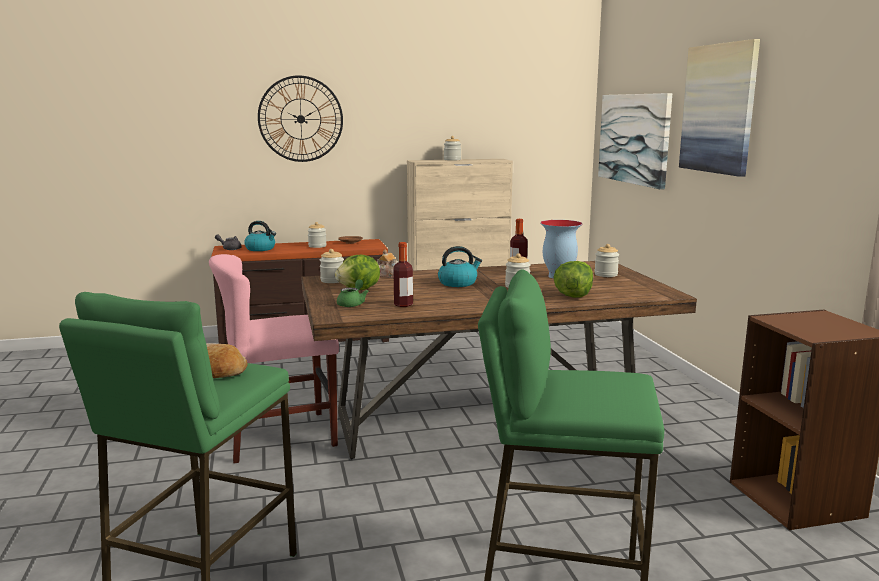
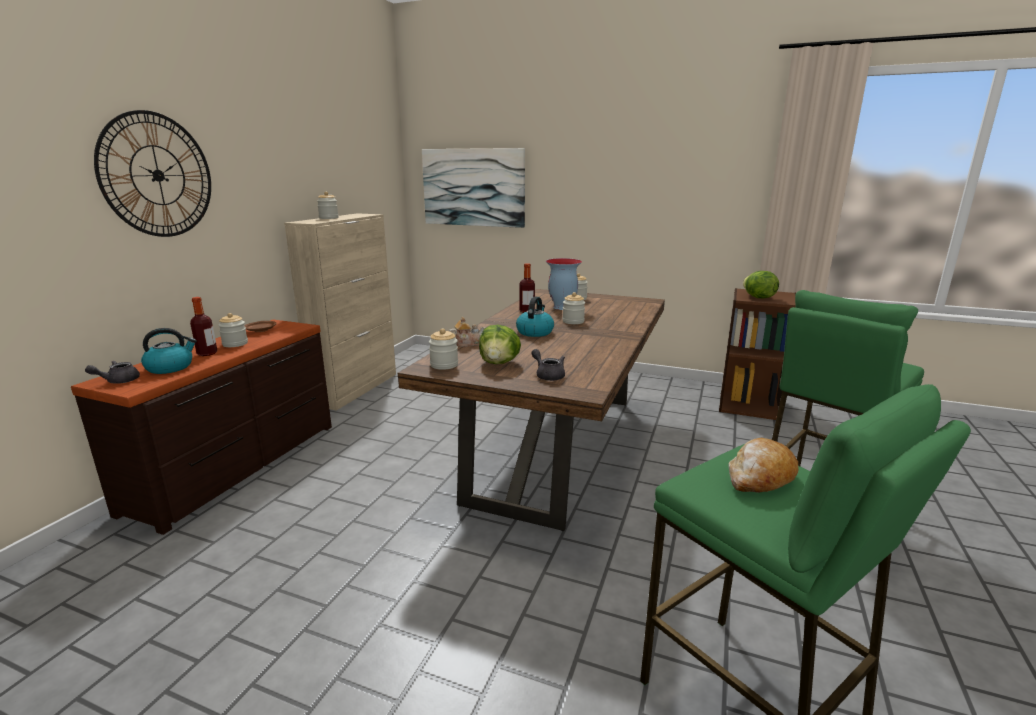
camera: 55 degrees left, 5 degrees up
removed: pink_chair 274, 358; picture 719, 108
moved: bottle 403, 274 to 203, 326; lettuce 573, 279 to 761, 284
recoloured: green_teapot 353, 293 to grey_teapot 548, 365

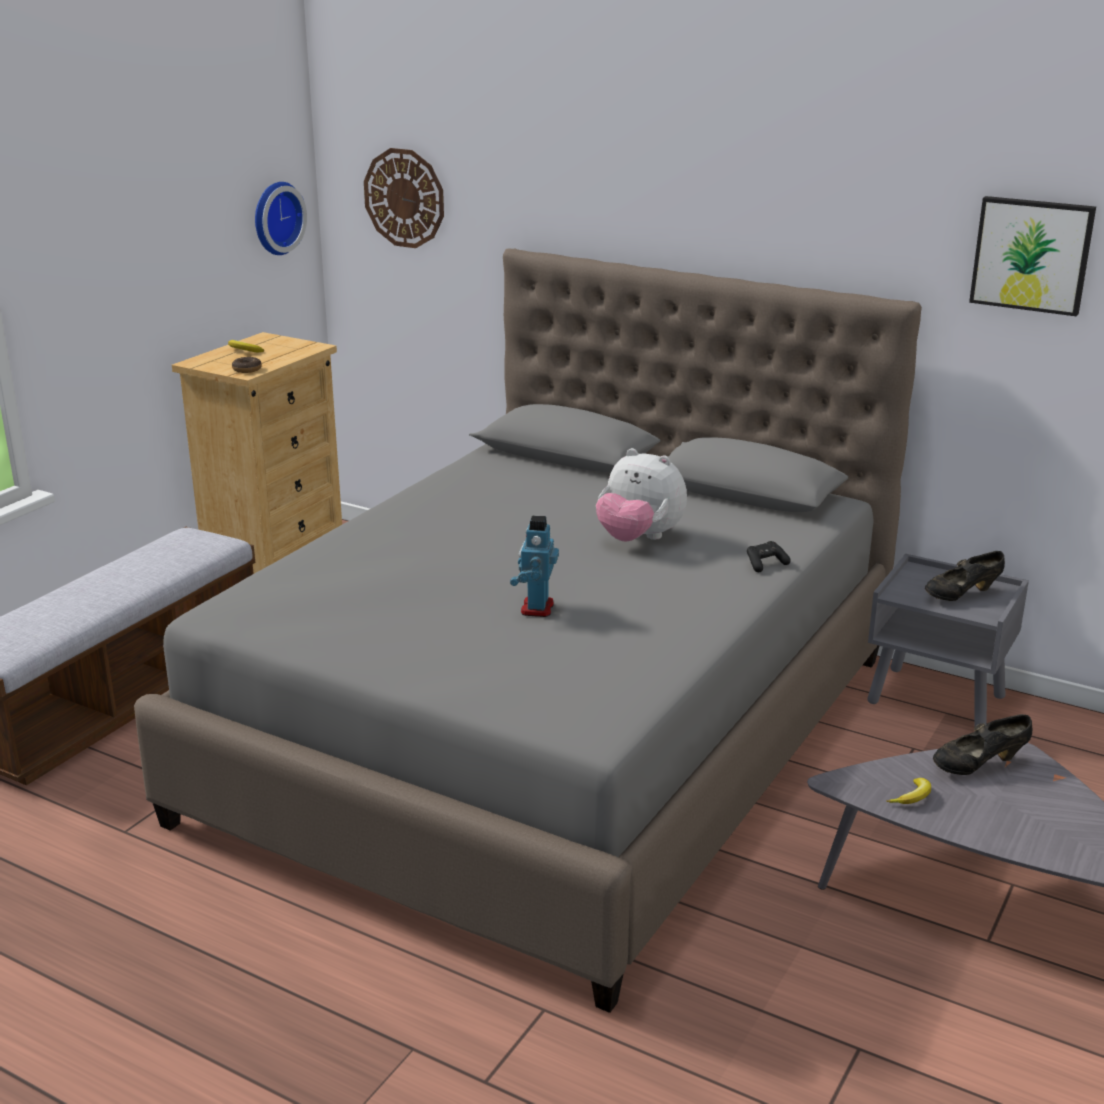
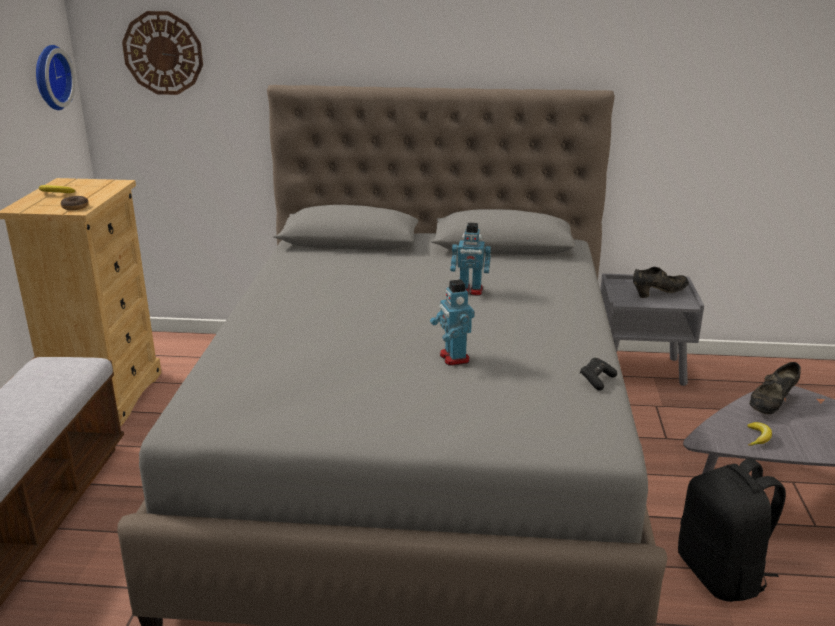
camera: 25 degrees left, 0 degrees up
removed: picture 1032, 256
added: black_backpack 732, 530
moved: black_game_controller 769, 556 to 598, 374
replaced: plush_toy 641, 495 to toy_robot 470, 259
turned: black_shoe 965, 576 = 661, 282 150 degrees counterclockwise

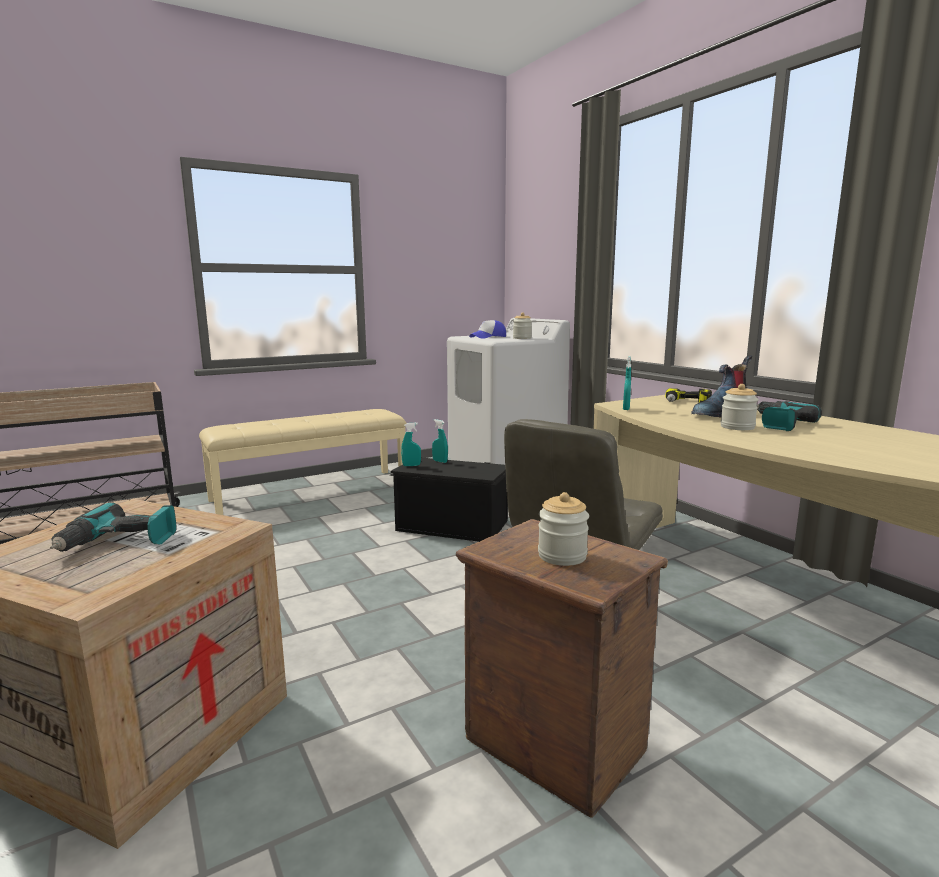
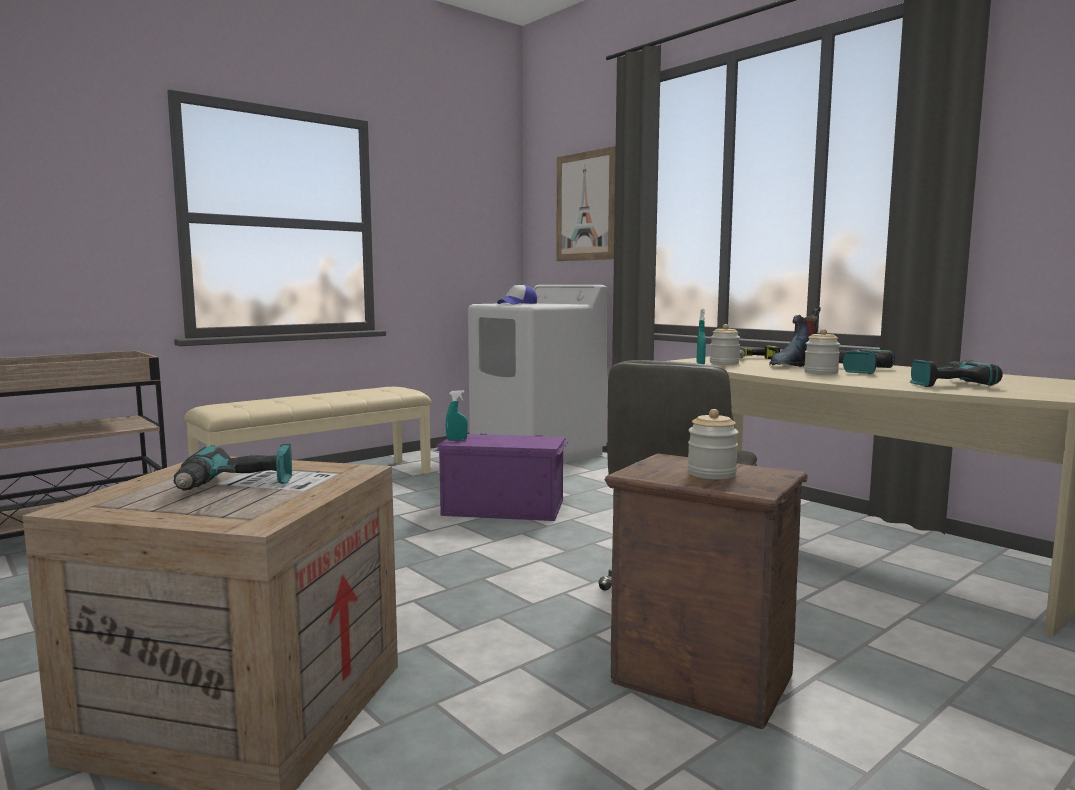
camera: 10 degrees left, 5 degrees down
removed: turquoise_spray_bottle 440, 441
added: picture 586, 203; power_drill 956, 373
moved: jar 522, 325 to 725, 344
recoloured: black_storage_box 449, 500 to purple_storage_box 501, 477

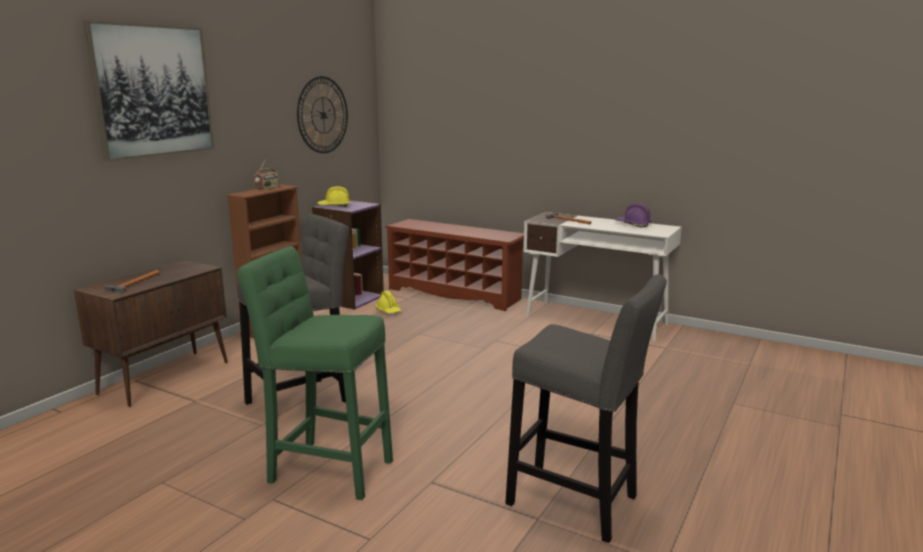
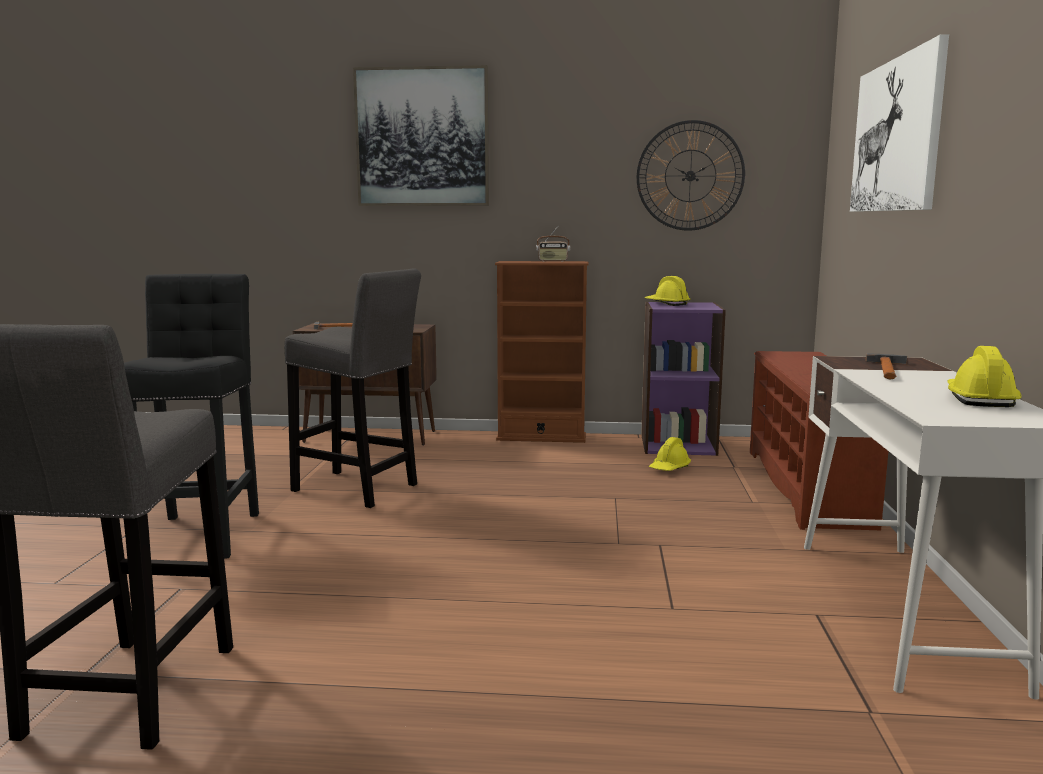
camera: 65 degrees right, 5 degrees down
added: picture 899, 123
recoloured: green_stool 315, 373 to black_stool 191, 416; purple_hard_hat 633, 215 to yellow_hard_hat 984, 376

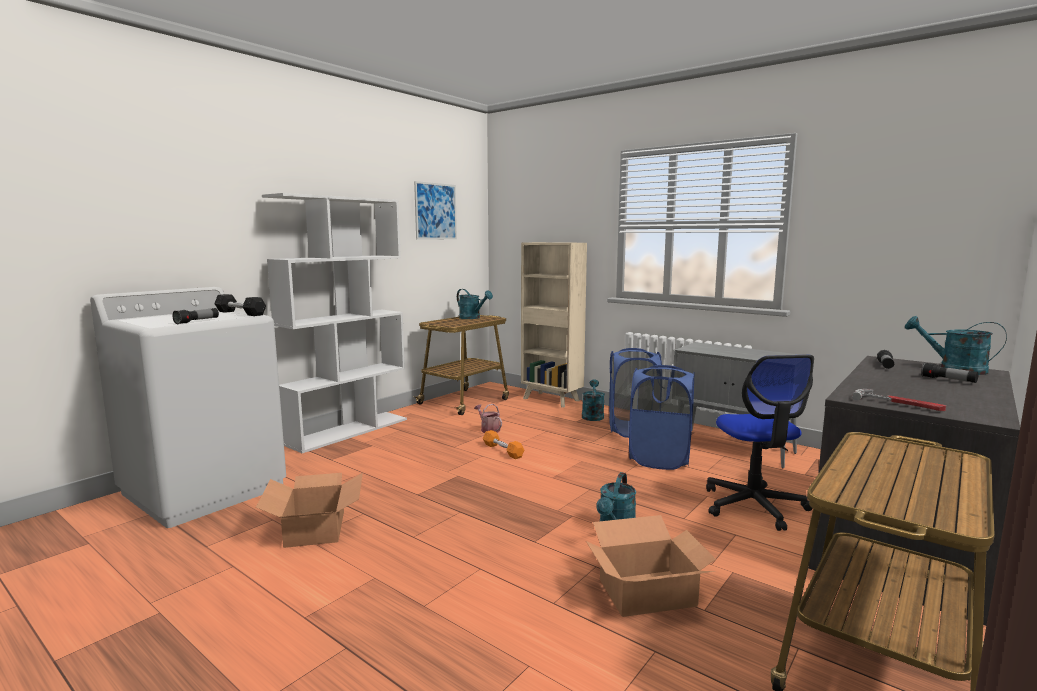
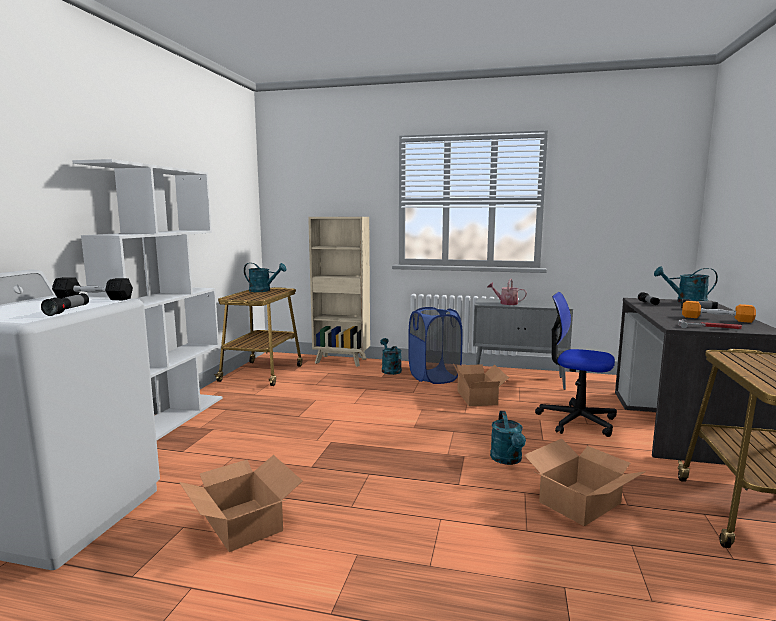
camera: 25 degrees left, 0 degrees up
removed: picture 435, 210
moved: watering_can 488, 418 to 507, 292; orange_dumbbell 503, 444 to 719, 312
replaced: blue_laundry_basket 661, 417 to cardboard_box 481, 385
turned: office_chair 760, 443 = 576, 364 150 degrees clockwise

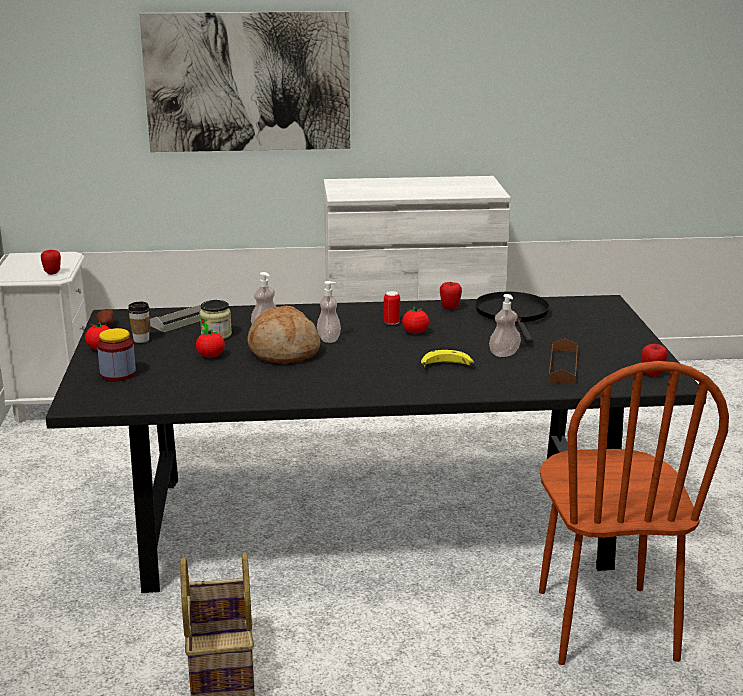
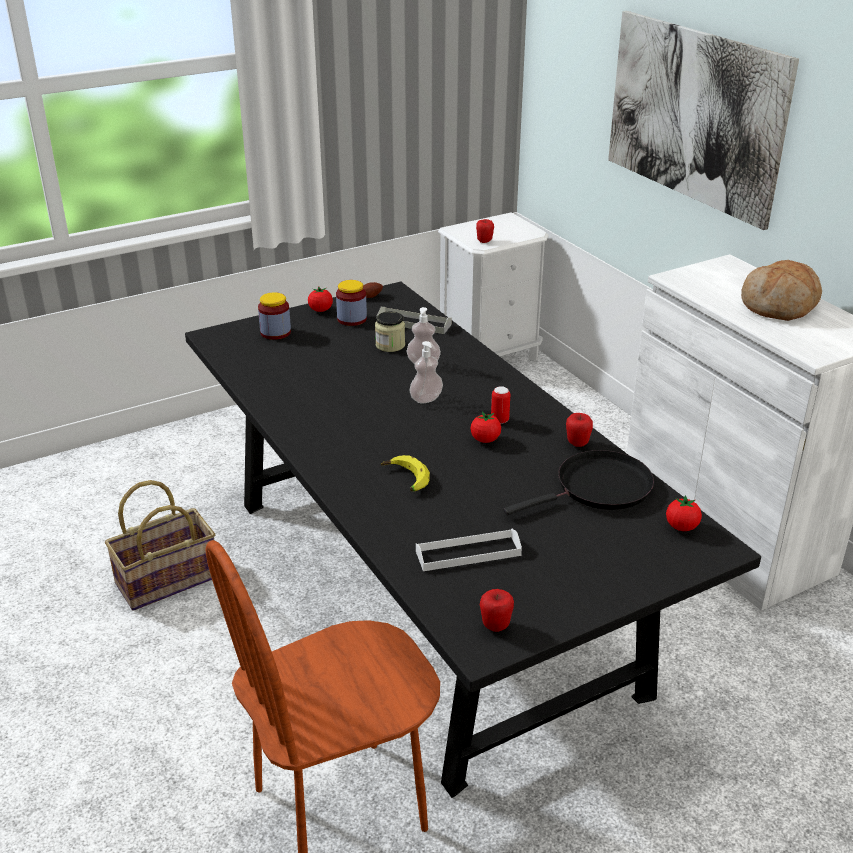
camera: 65 degrees right, 10 degrees up
removed: soap_dispenser 505, 325
moved: tomato 210, 343 to 684, 513; bread 284, 334 to 781, 290
replaced: cup 139, 322 to jar 351, 303
recoloured: brown_tray 563, 361 to white_tray 469, 550

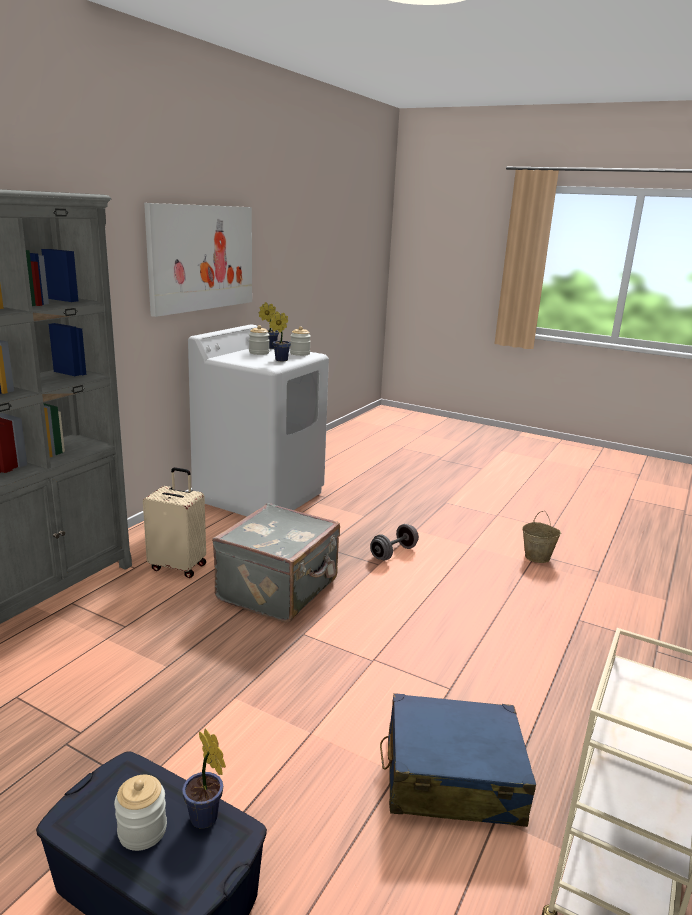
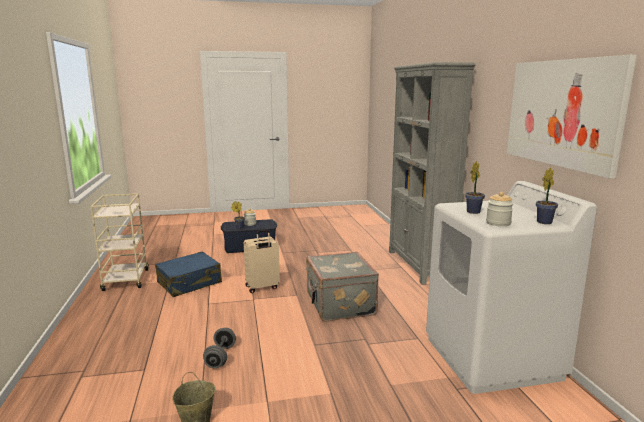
camera: 140 degrees right, 5 degrees down
removed: jar 259, 340
moved: beige_suitcase 174, 522 to 262, 261; grey_dumbbell 394, 542 to 219, 348

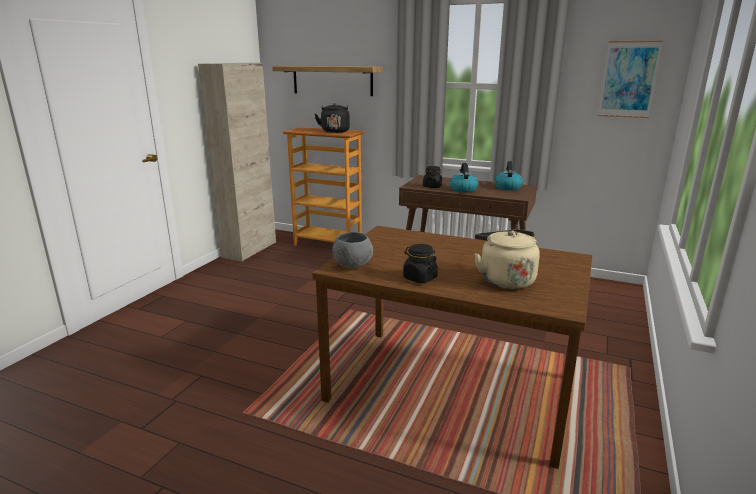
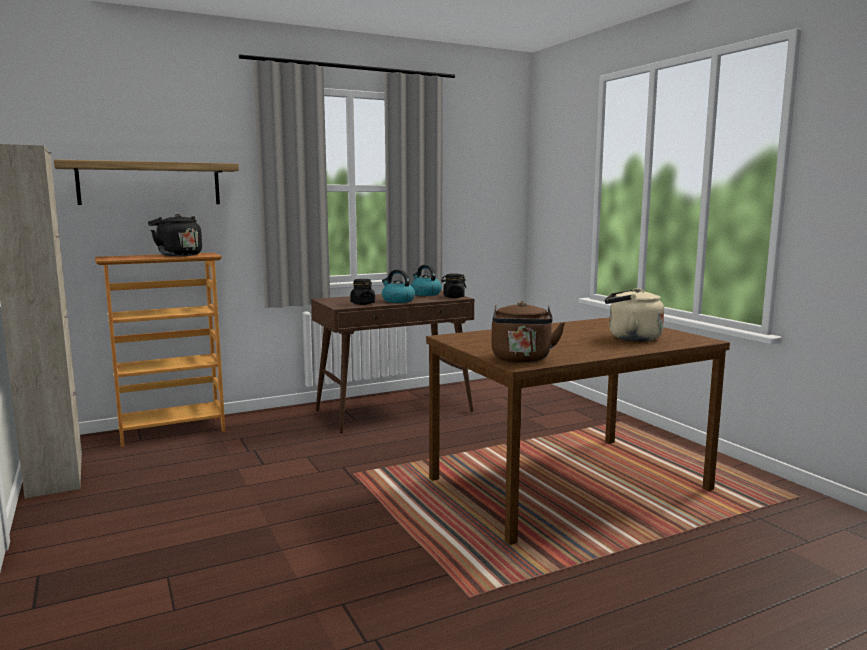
camera: 50 degrees left, 10 degrees down
removed: picture 630, 79
moved: black_jar 420, 263 to 453, 286
replaced: grey_bowl 352, 250 to brown_kettle 528, 332

